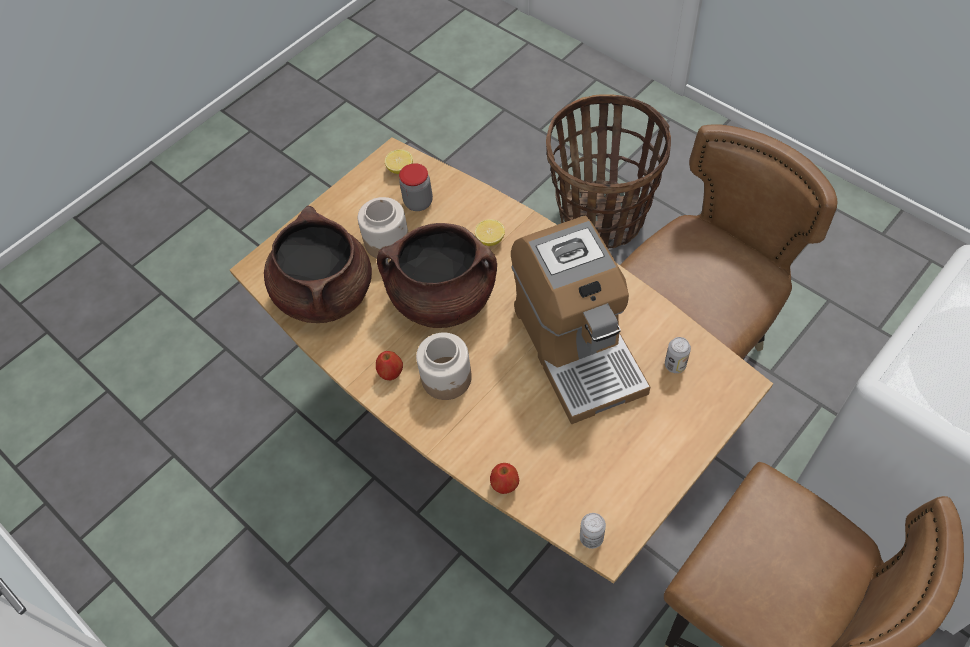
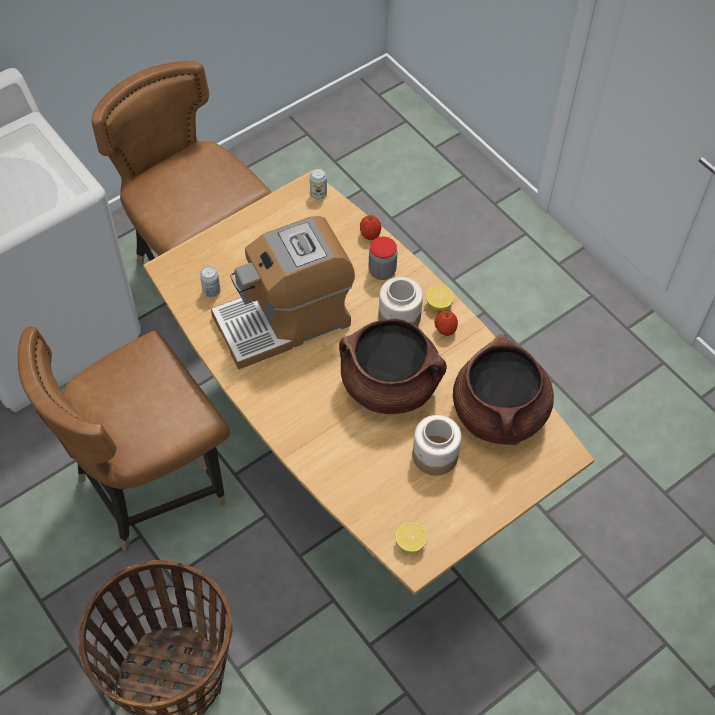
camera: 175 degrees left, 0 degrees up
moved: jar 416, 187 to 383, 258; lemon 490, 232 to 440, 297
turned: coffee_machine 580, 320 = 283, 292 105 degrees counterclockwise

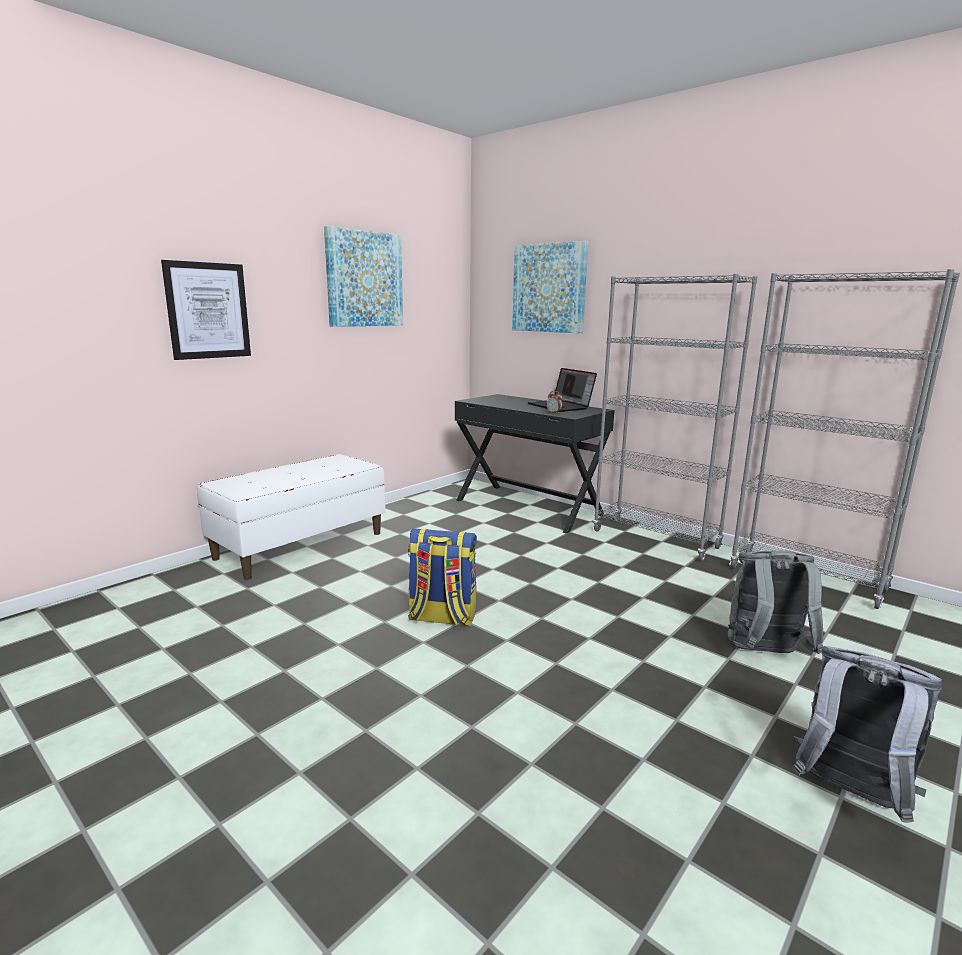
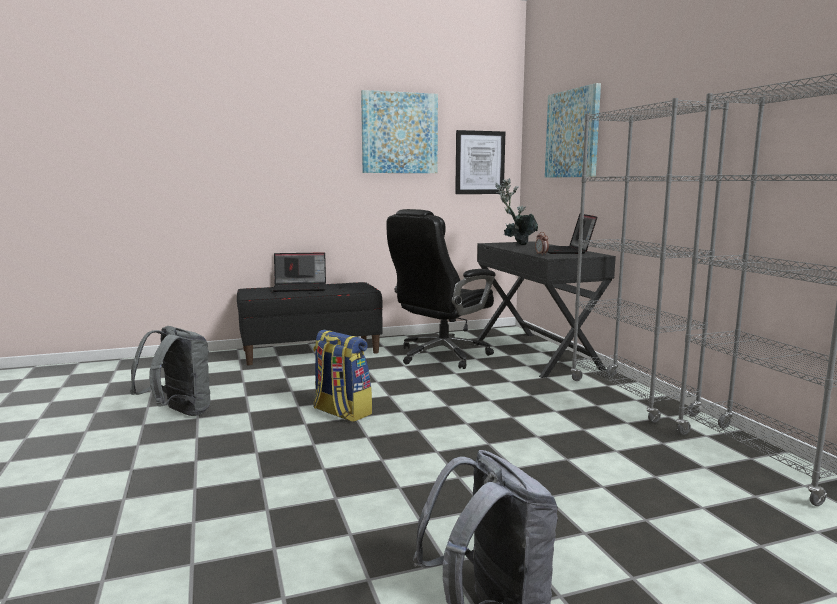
camera: 30 degrees right, 5 degrees down
added: laptop 299, 272; black_office_chair 441, 289; potted_plant 517, 211
moved: picture 206, 310 to 480, 162; grey_backpack 775, 602 to 170, 371
recoloured: white_bench 291, 517 to black_bench 310, 323

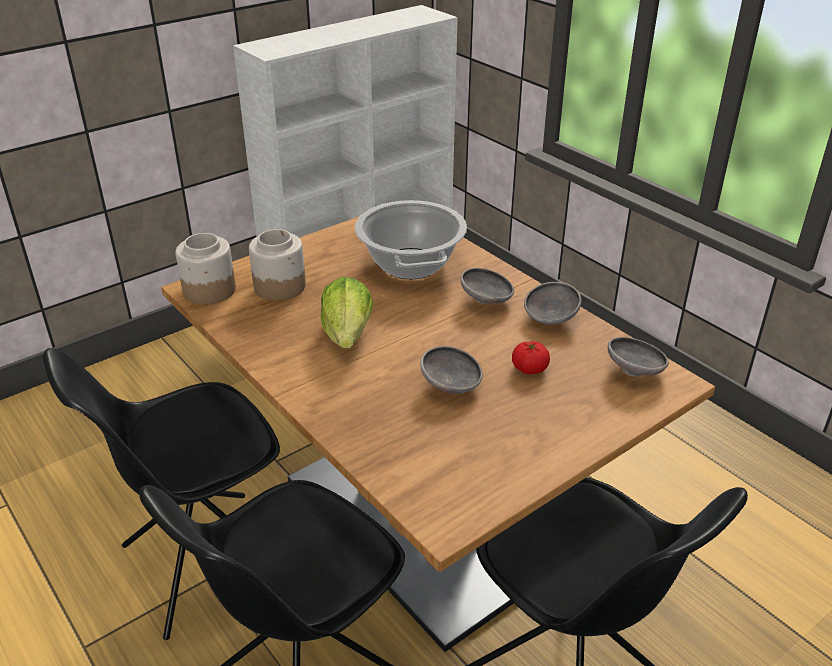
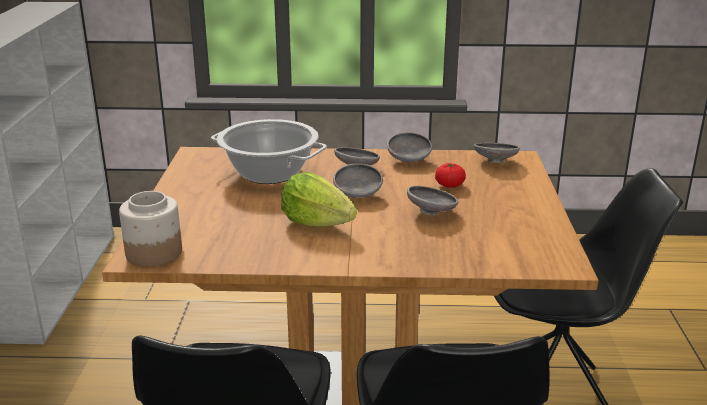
camera: 50 degrees left, 10 degrees down
removed: jar 277, 264
added: grey_bowl 358, 180

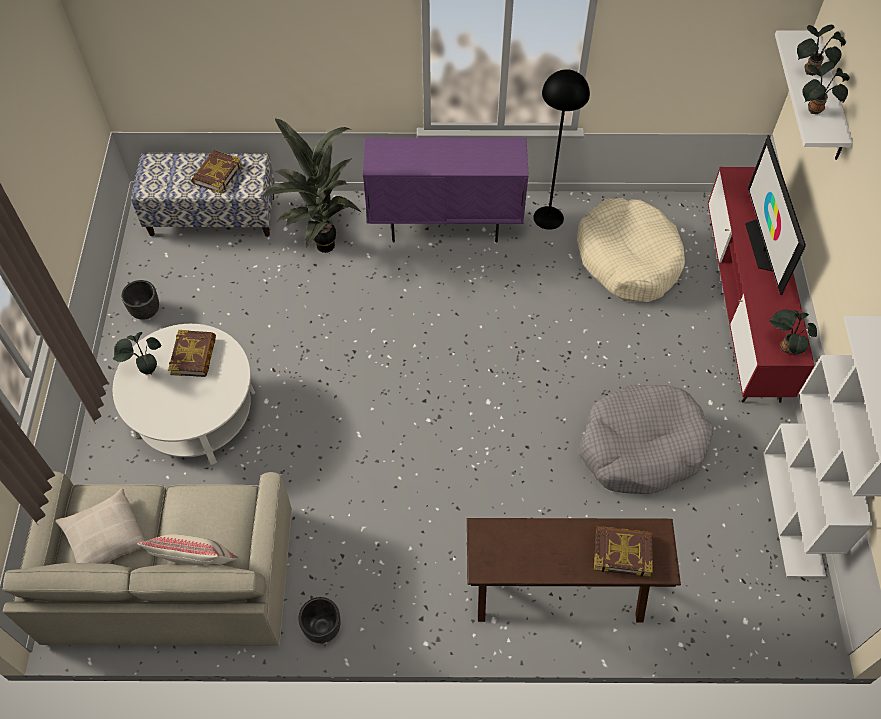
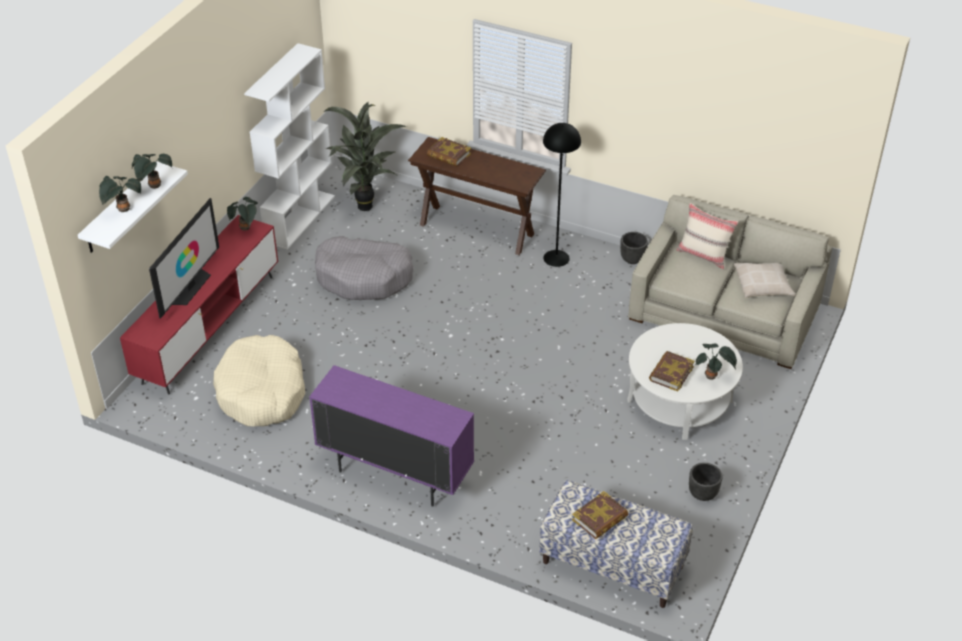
camera: 155 degrees left, 15 degrees down
moved: potted_plant 311, 185 to 365, 156; black_floor_lamp 561, 149 to 562, 195

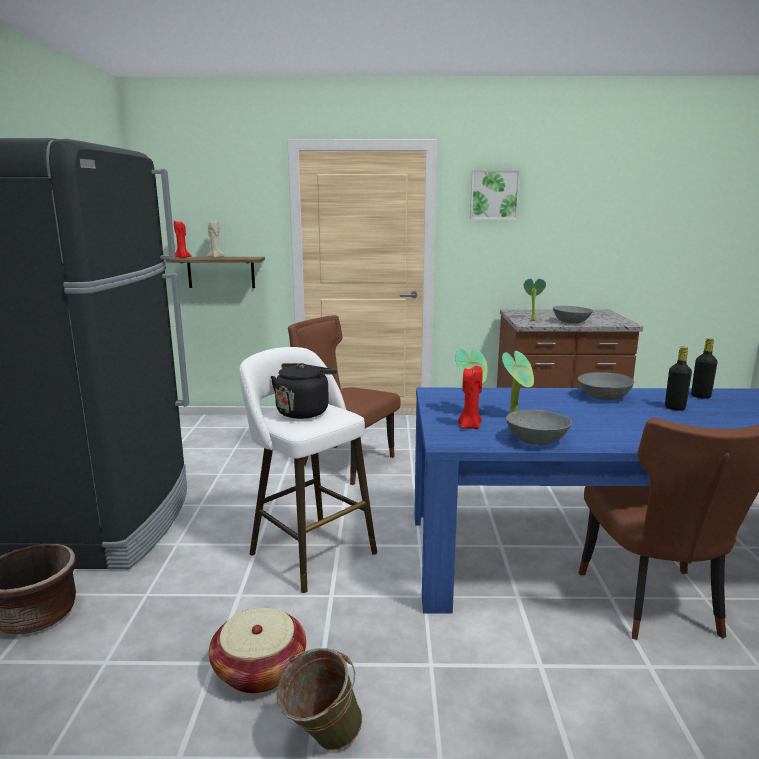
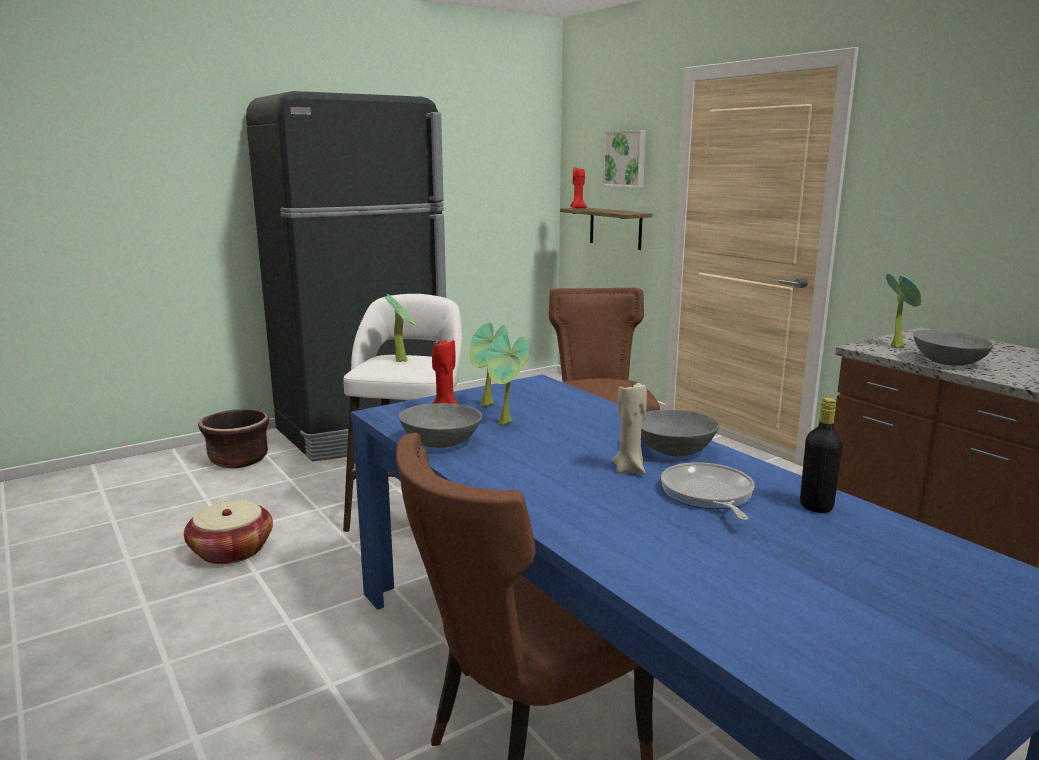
camera: 55 degrees right, 0 degrees up
removed: green_bucket 319, 699
moved: beige_candle 216, 239 to 629, 429; picture 495, 195 to 624, 159
replaced: black_kettle 304, 391 to potted_plant 400, 328; black_bottle 678, 379 to frying_pan 708, 491

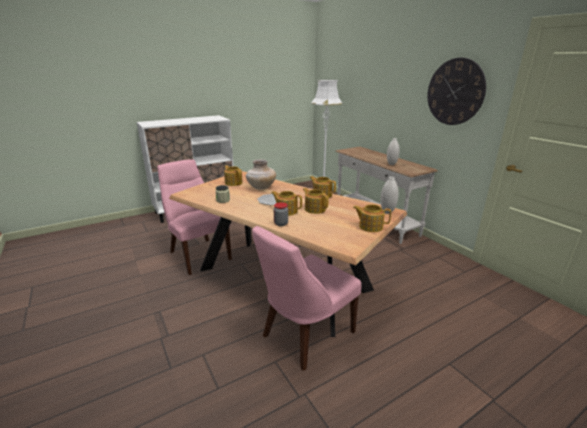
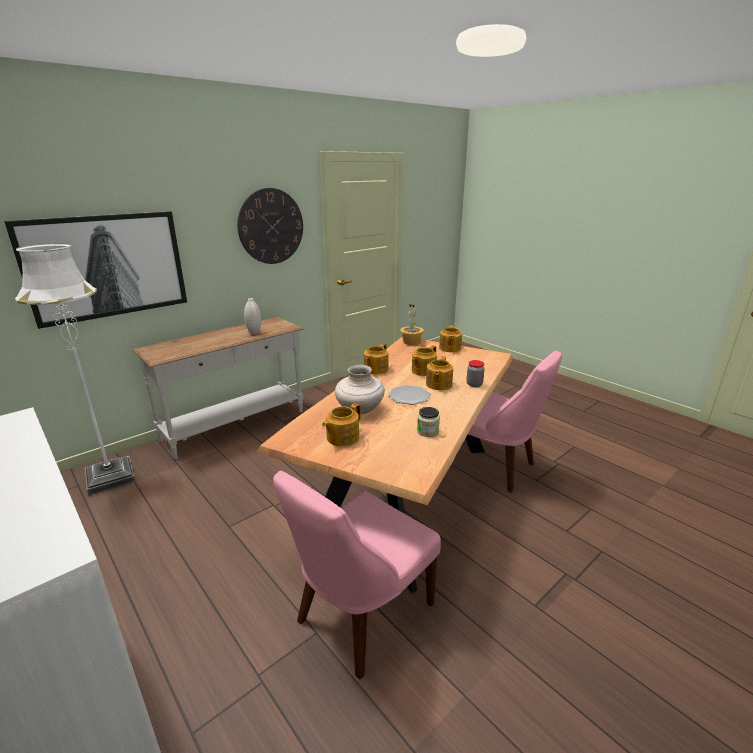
camera: 100 degrees left, 0 degrees up
added: picture 95, 270
replaced: white_vase 389, 195 to potted_plant 412, 325

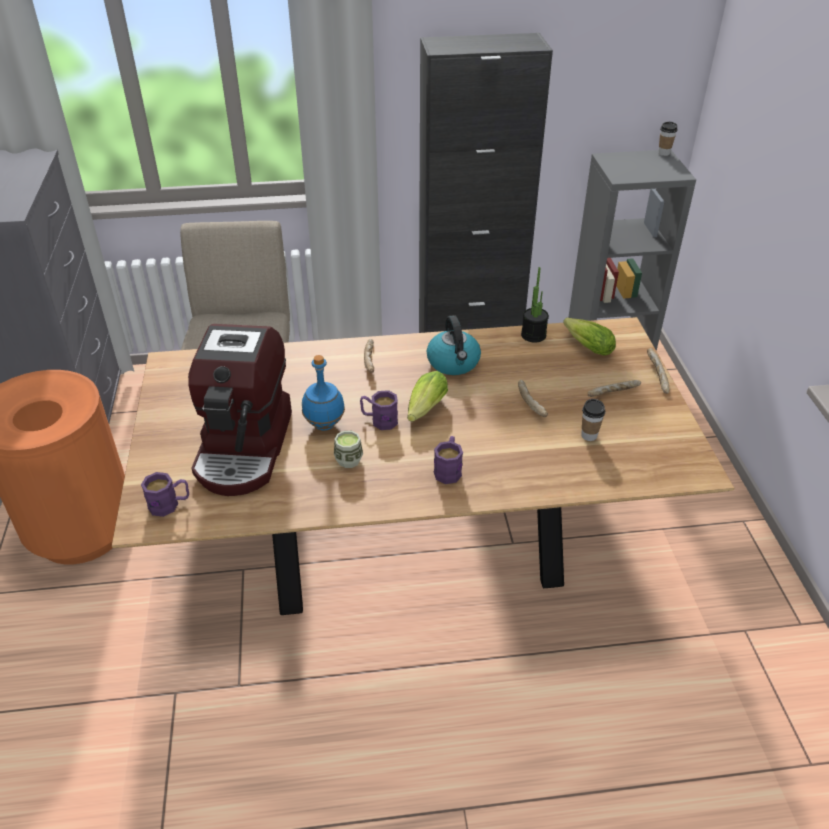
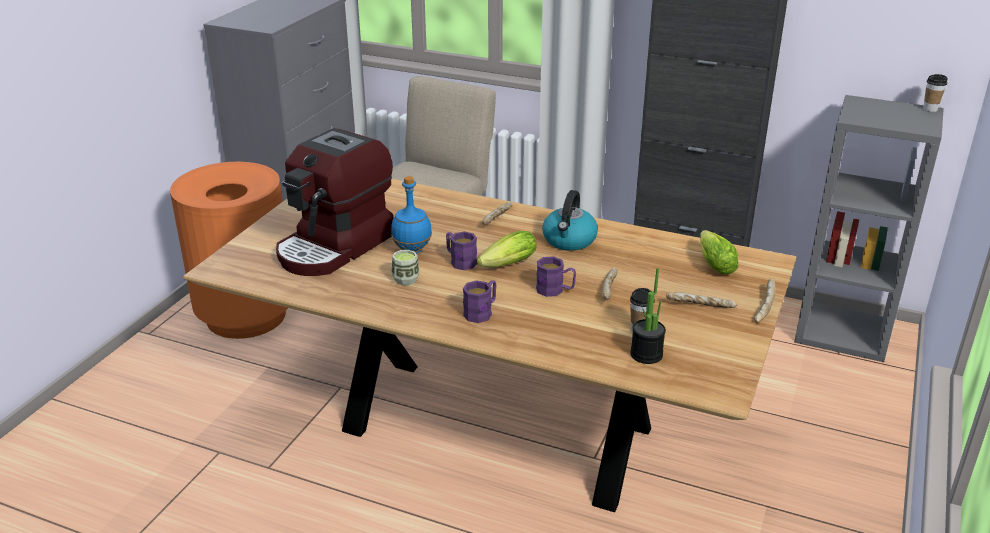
camera: 30 degrees right, 10 degrees down
moved: purple_mug 165, 494 to 556, 276; potted_plant 535, 305 to 648, 316

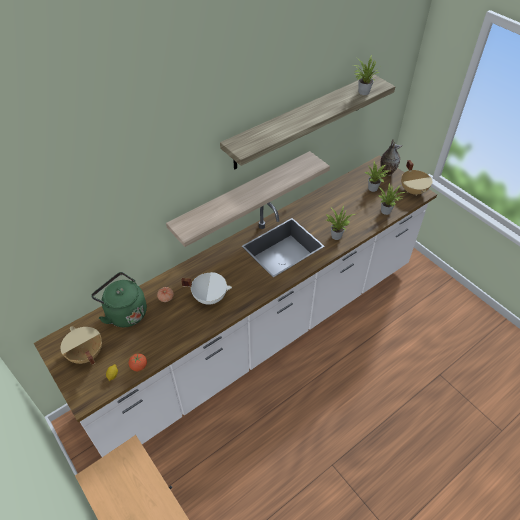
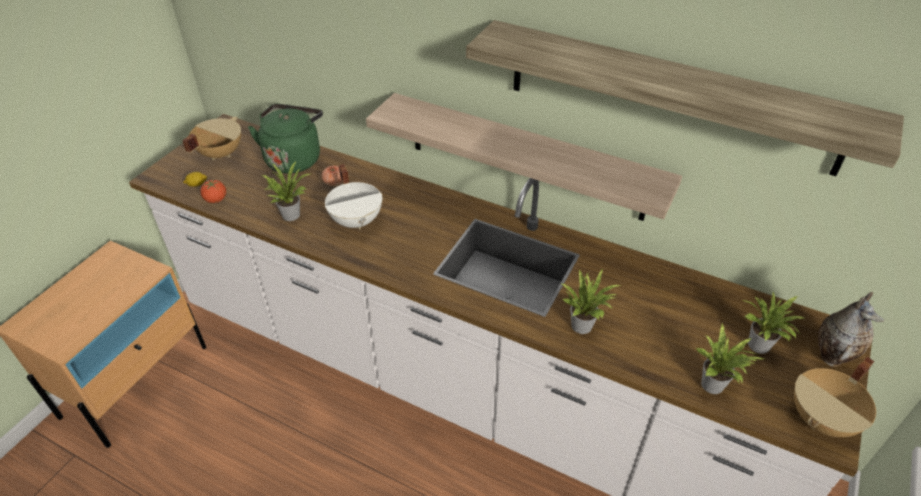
camera: 65 degrees right, 5 degrees down
moved: potted_plant 367, 75 to 286, 191

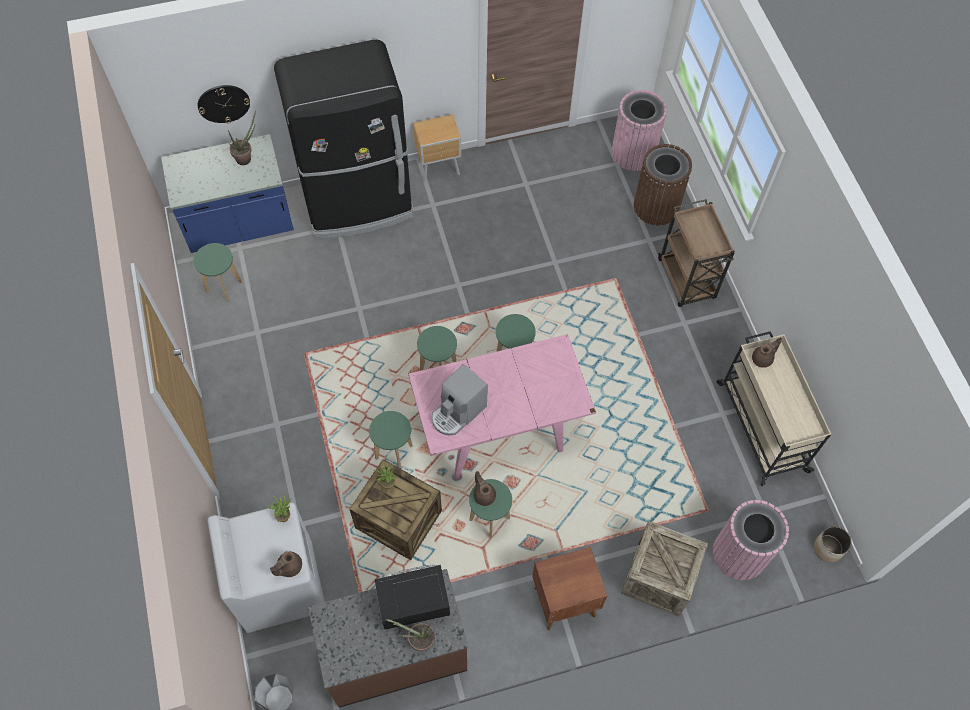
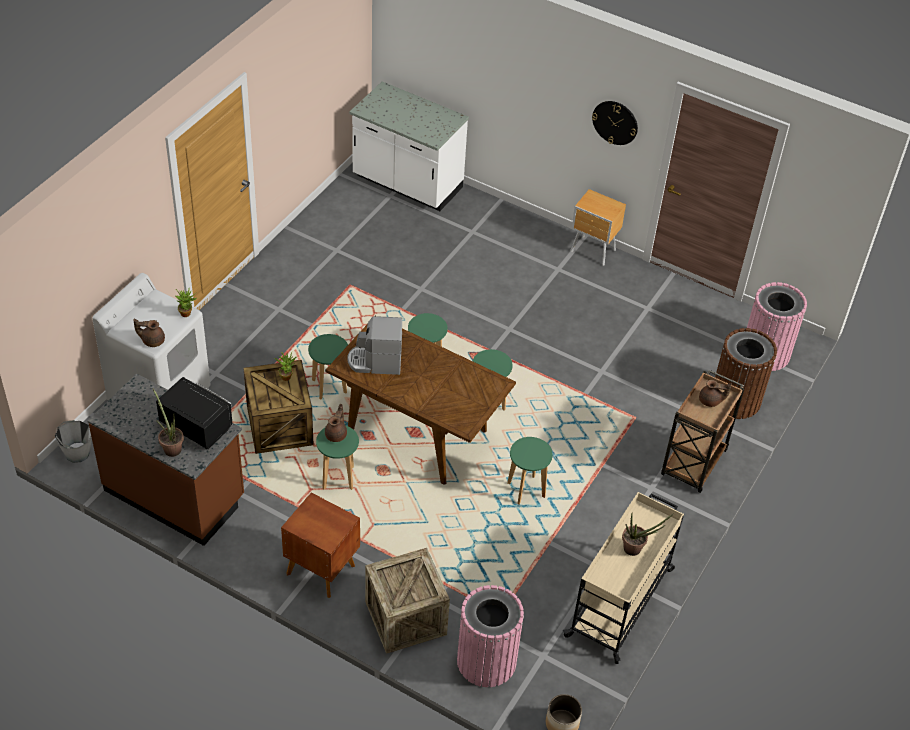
camera: 45 degrees right, 15 degrees down
removed: black_fridge 343, 139
moved: green_stool 218, 272 to 530, 471; wall_clock 224, 104 to 615, 123; potted_plant 242, 137 to 648, 534; brown_teapot 767, 352 to 715, 393
recoloured: blue_counter 227, 193 to white_counter 409, 146; pink_dining_table 502, 407 to brown_dining_table 420, 405

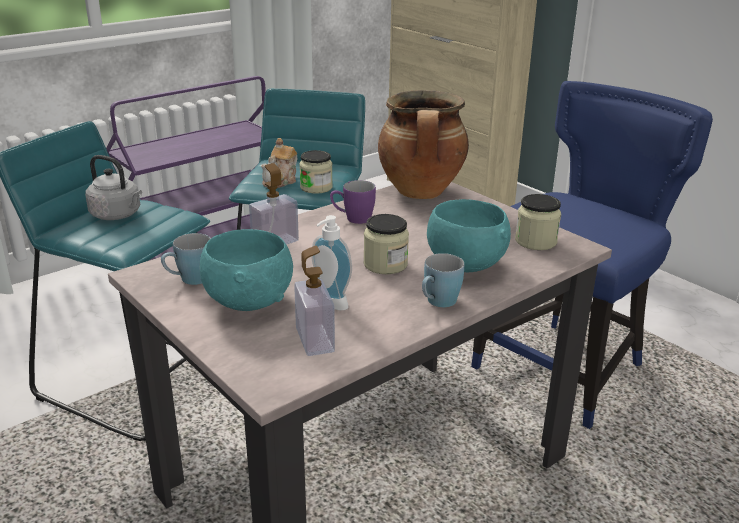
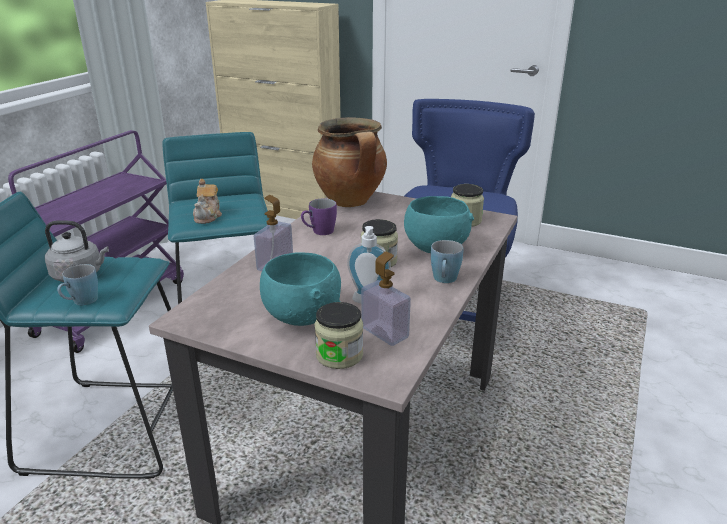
camera: 25 degrees left, 0 degrees up
moved: blue_mug 186, 259 to 77, 284; jar 316, 172 to 338, 335

